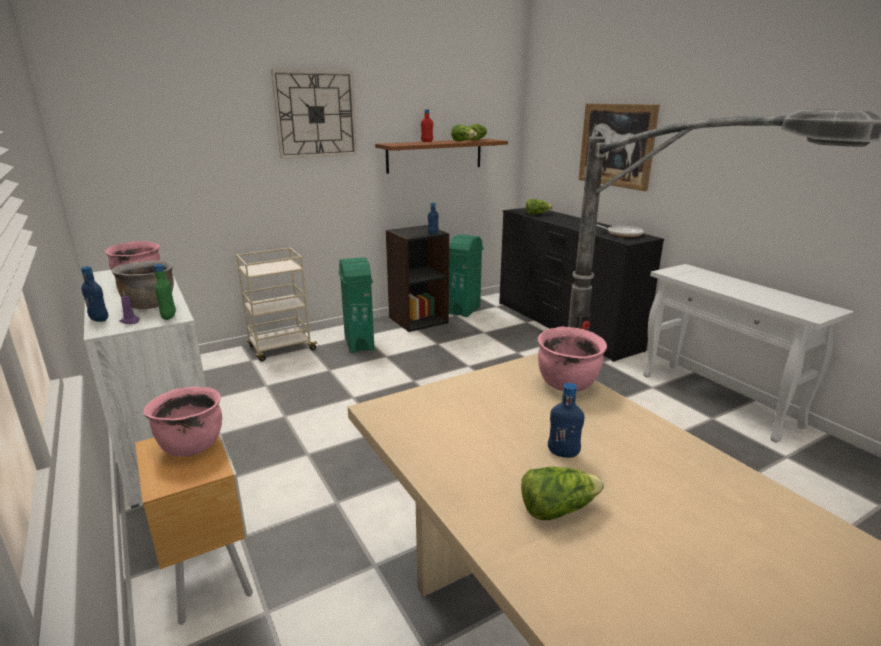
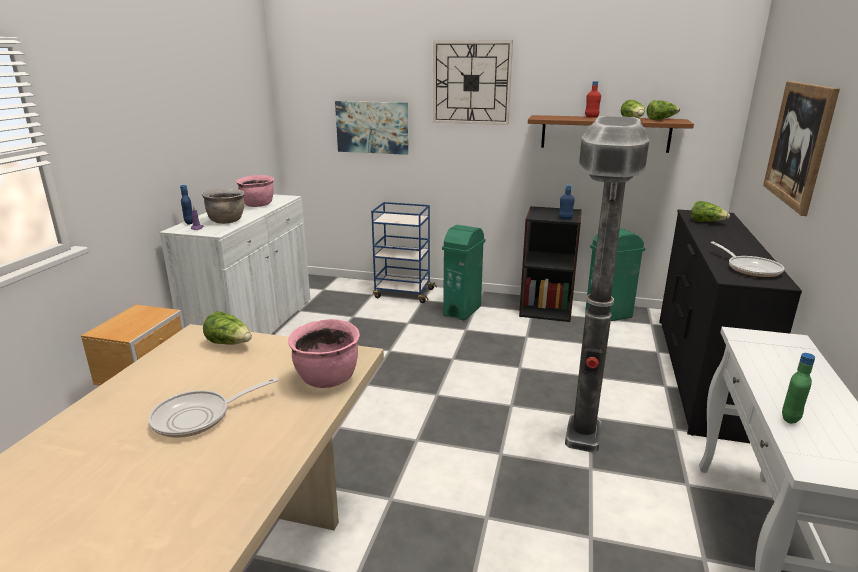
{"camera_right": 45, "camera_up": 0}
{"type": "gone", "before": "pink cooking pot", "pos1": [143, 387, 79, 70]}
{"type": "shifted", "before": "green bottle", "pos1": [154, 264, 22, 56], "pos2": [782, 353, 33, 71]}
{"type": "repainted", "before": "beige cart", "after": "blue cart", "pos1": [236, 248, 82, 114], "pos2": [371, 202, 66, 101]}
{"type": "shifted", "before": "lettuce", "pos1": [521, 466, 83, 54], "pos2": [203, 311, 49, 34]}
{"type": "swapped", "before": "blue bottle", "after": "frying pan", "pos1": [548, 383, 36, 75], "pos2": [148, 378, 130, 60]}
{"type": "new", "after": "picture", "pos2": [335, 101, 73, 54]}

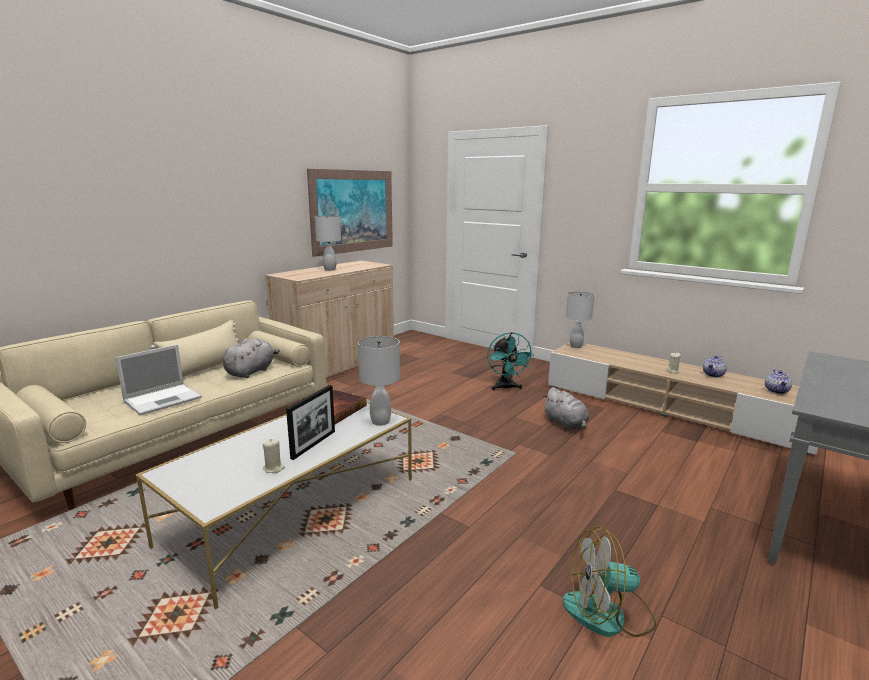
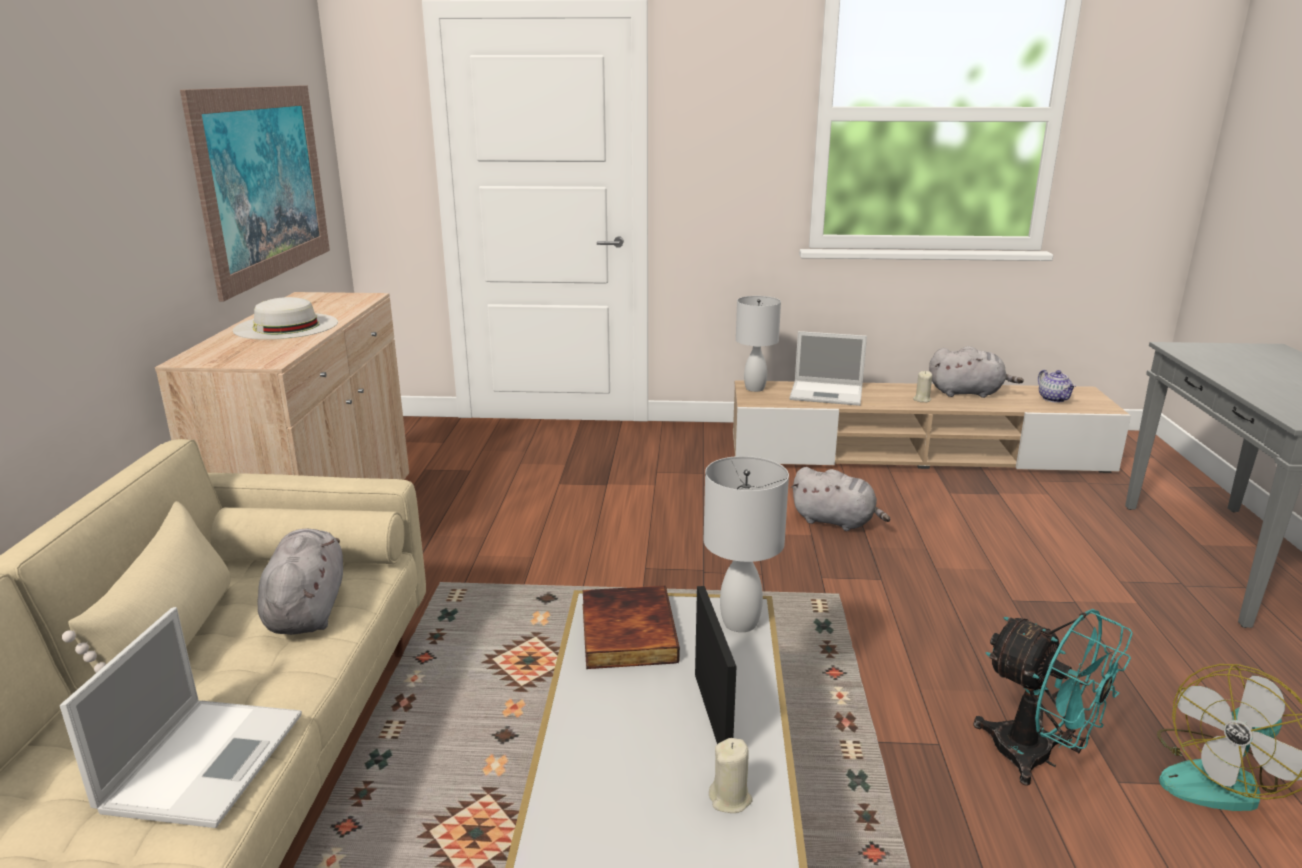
{"camera_right": -35, "camera_up": 5}
{"type": "swapped", "before": "white table lamp", "after": "white hat", "pos1": [315, 216, 26, 55], "pos2": [233, 297, 105, 43]}
{"type": "shifted", "before": "turquoise fan", "pos1": [487, 332, 47, 58], "pos2": [974, 609, 159, 177]}
{"type": "swapped", "before": "teapot", "after": "grey plush toy", "pos1": [703, 356, 24, 22], "pos2": [929, 346, 95, 52]}
{"type": "new", "after": "laptop", "pos2": [789, 331, 78, 75]}

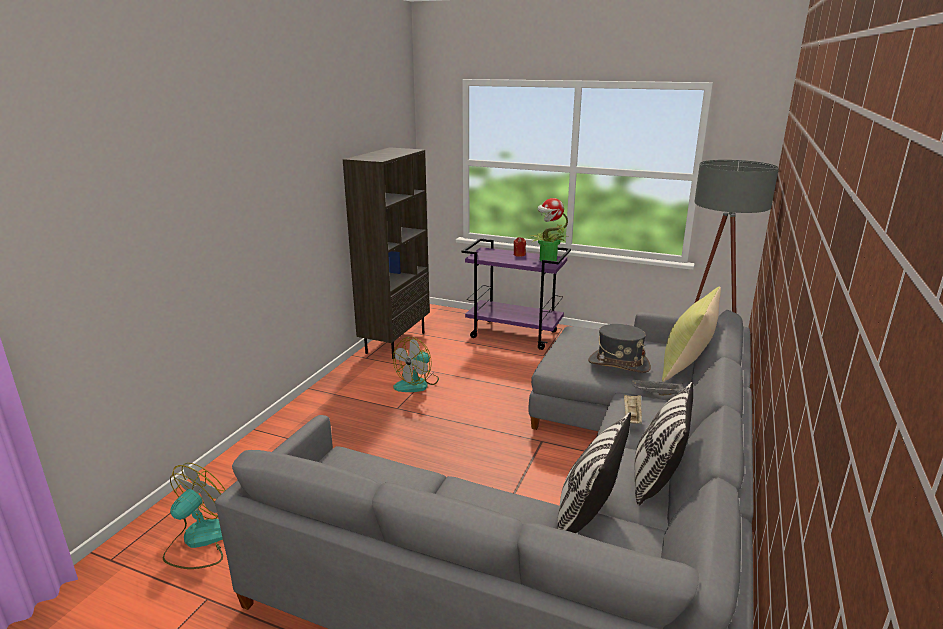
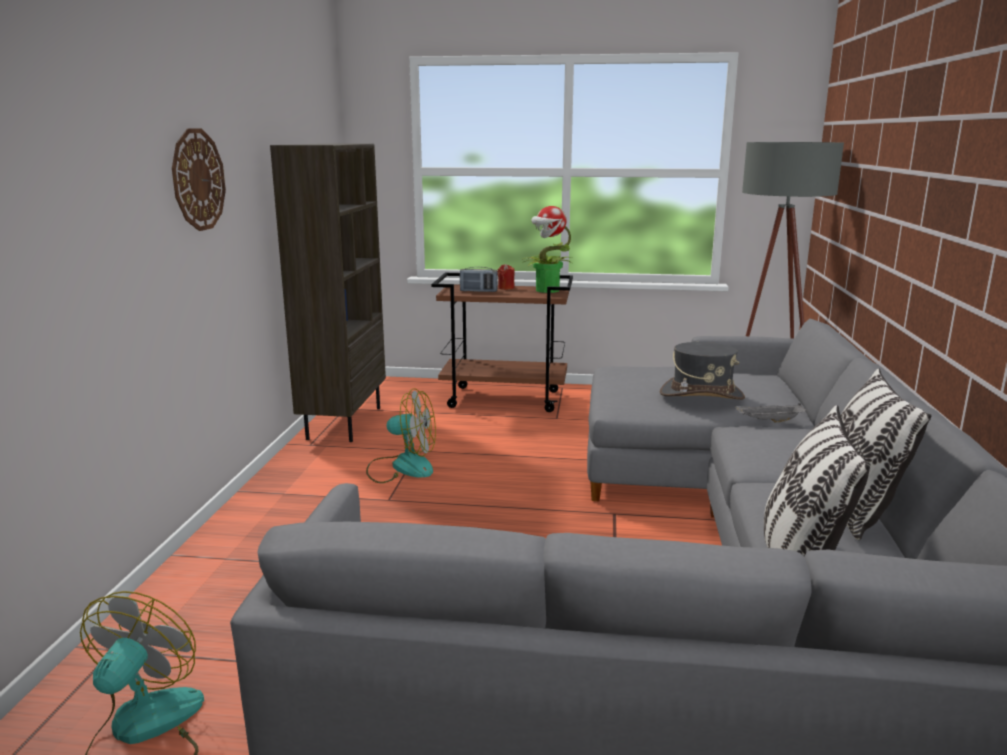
{"camera_right": -15, "camera_up": -5}
{"type": "rotated", "before": "fan", "pos1": [393, 337, 46, 55], "pos2": [366, 388, 70, 95], "turn": -105}
{"type": "repainted", "before": "purple cart", "after": "brown cart", "pos1": [462, 238, 109, 112], "pos2": [431, 273, 142, 139]}
{"type": "gone", "before": "beige tray", "pos1": [624, 395, 18, 29]}
{"type": "gone", "before": "yellow pillow", "pos1": [662, 287, 59, 95]}
{"type": "new", "after": "wall clock", "pos2": [172, 128, 54, 103]}
{"type": "new", "after": "radio", "pos2": [460, 267, 38, 25]}

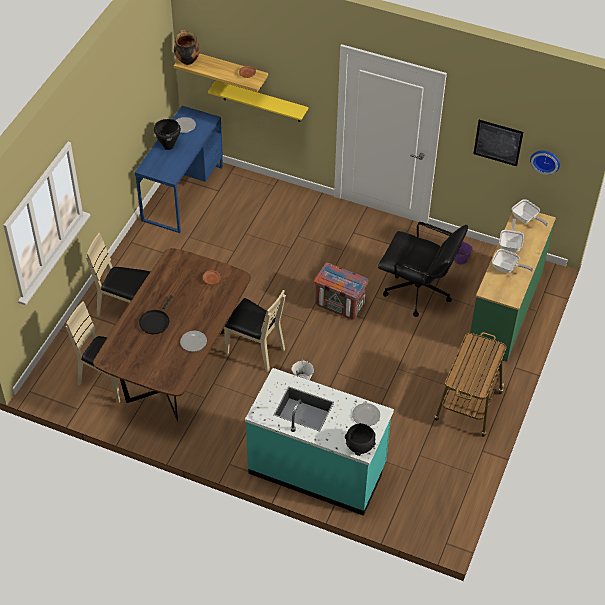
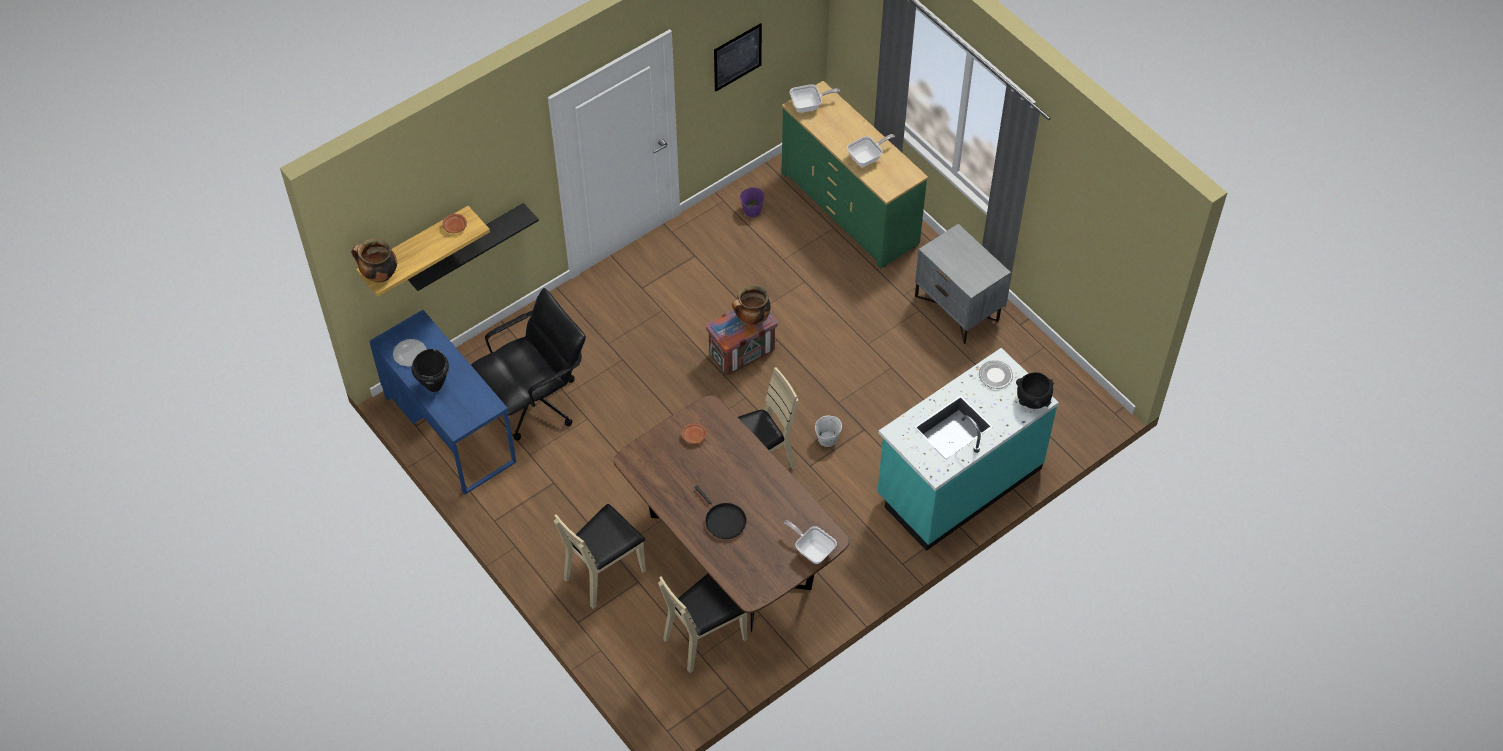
{"camera_right": -60, "camera_up": 5}
{"type": "gone", "before": "plate", "pos1": [180, 331, 27, 21]}
{"type": "repainted", "before": "yellow shelf", "after": "black shelf", "pos1": [208, 81, 100, 41], "pos2": [408, 203, 131, 88]}
{"type": "shifted", "before": "black office chair", "pos1": [378, 222, 90, 95], "pos2": [471, 288, 115, 153]}
{"type": "swapped", "before": "cart", "after": "grey nightstand", "pos1": [434, 332, 72, 105], "pos2": [915, 224, 96, 120]}
{"type": "shifted", "before": "frying pan", "pos1": [499, 219, 25, 33], "pos2": [784, 520, 53, 44]}
{"type": "gone", "before": "wall clock", "pos1": [530, 151, 30, 24]}
{"type": "new", "after": "cooking pot", "pos2": [732, 285, 39, 41]}

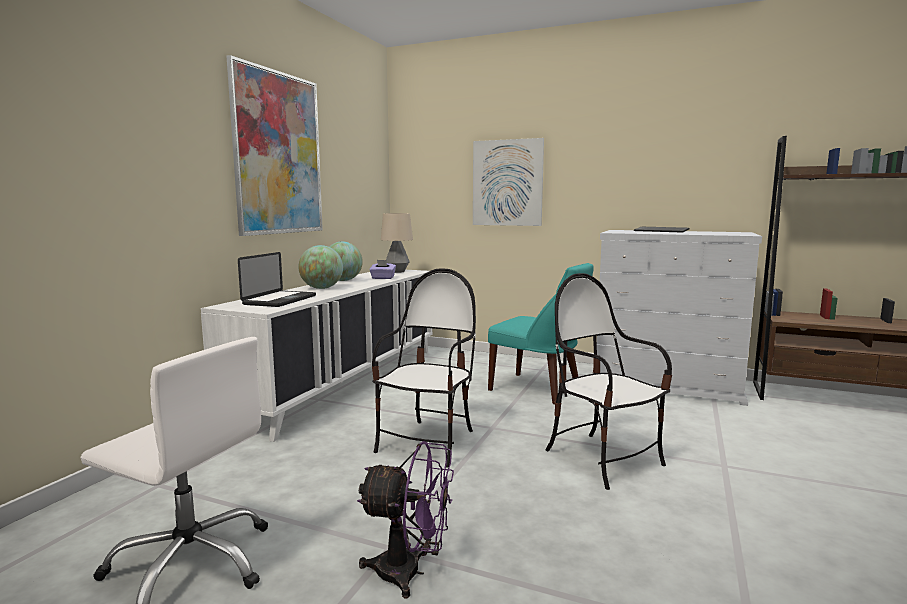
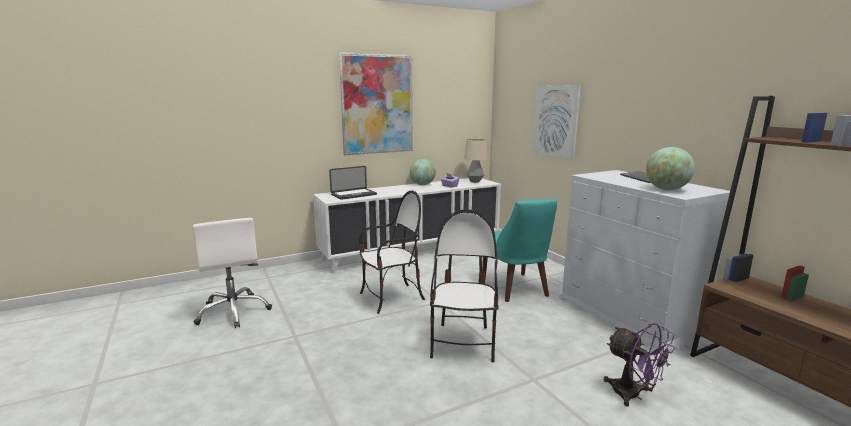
{"camera_right": 40, "camera_up": 5}
{"type": "shifted", "before": "globe", "pos1": [298, 245, 45, 44], "pos2": [646, 147, 49, 43]}
{"type": "shifted", "before": "purple fan", "pos1": [357, 441, 97, 158], "pos2": [604, 323, 71, 84]}

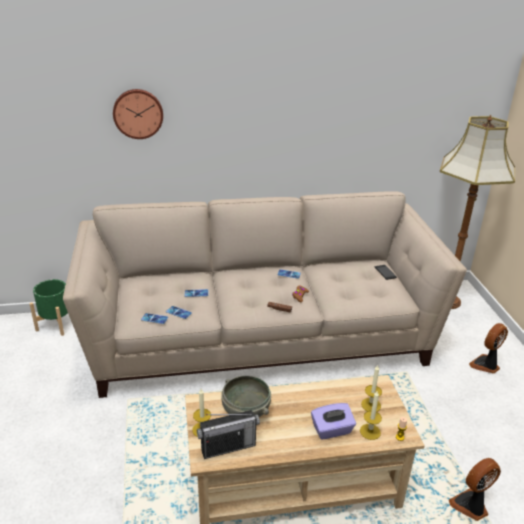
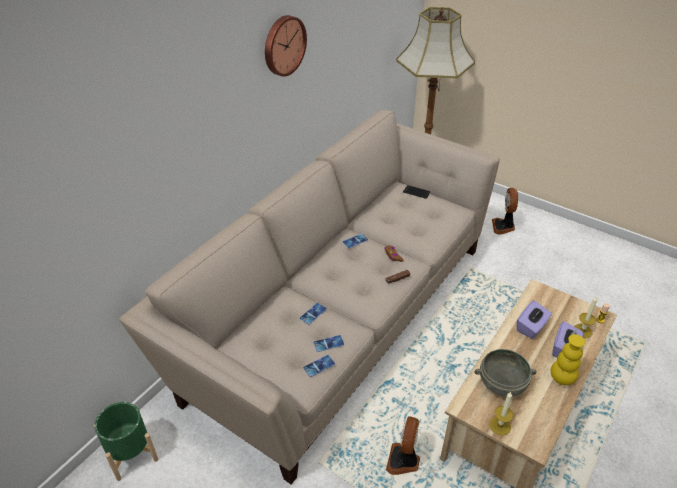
{"camera_right": -45, "camera_up": 10}
{"type": "shifted", "before": "wall clock", "pos1": [113, 89, 50, 50], "pos2": [265, 15, 42, 62]}
{"type": "gone", "before": "radio", "pos1": [197, 410, 63, 49]}
{"type": "gone", "before": "candle", "pos1": [361, 365, 21, 47]}
{"type": "shifted", "before": "fan", "pos1": [449, 458, 52, 63], "pos2": [386, 416, 34, 59]}
{"type": "new", "after": "purple tissue box", "pos2": [516, 300, 36, 39]}
{"type": "new", "after": "yellow vase", "pos2": [551, 334, 34, 51]}

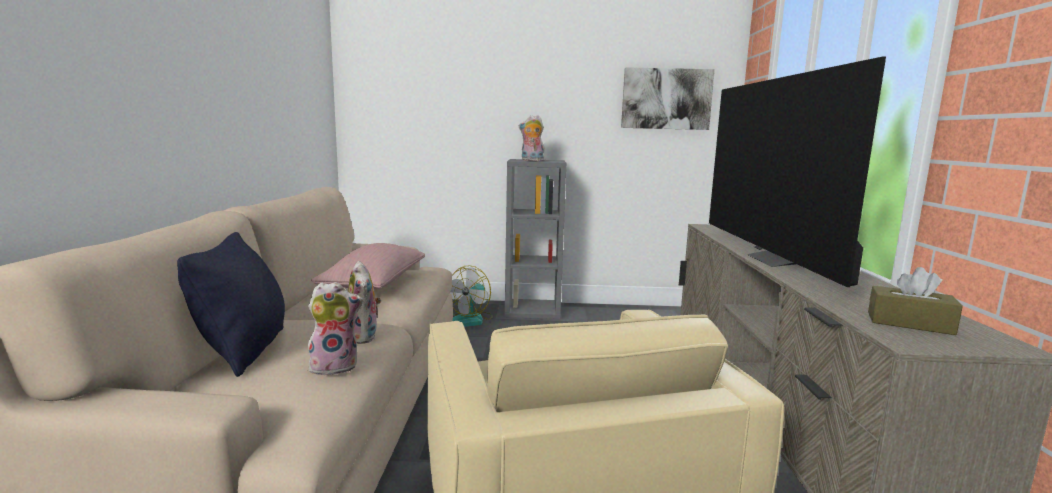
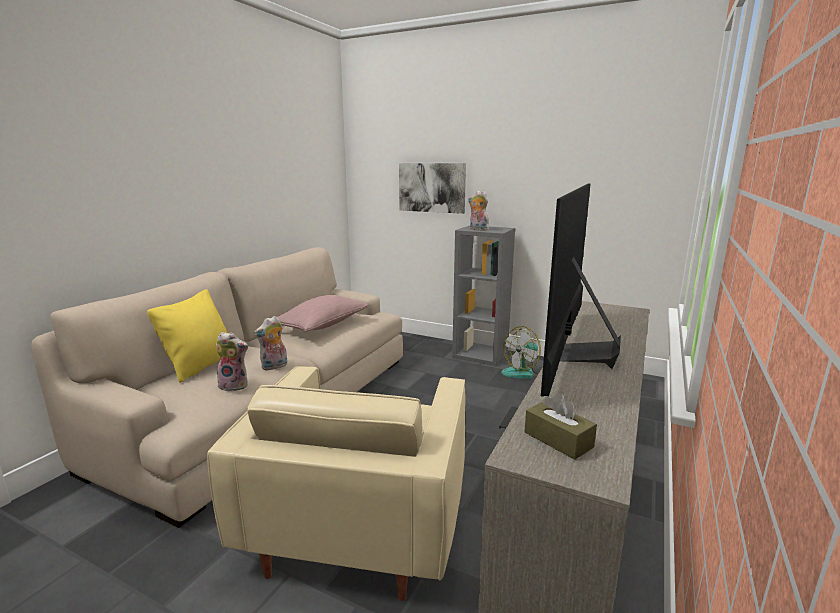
{"camera_right": 25, "camera_up": 5}
{"type": "repainted", "before": "black pillow", "after": "yellow pillow", "pos1": [177, 232, 108, 145], "pos2": [147, 289, 80, 94]}
{"type": "rotated", "before": "plush toy", "pos1": [349, 261, 32, 83], "pos2": [254, 316, 33, 55], "turn": 45}
{"type": "shifted", "before": "fan", "pos1": [450, 265, 43, 62], "pos2": [501, 326, 40, 53]}
{"type": "shifted", "before": "picture", "pos1": [621, 67, 94, 63], "pos2": [399, 163, 67, 51]}

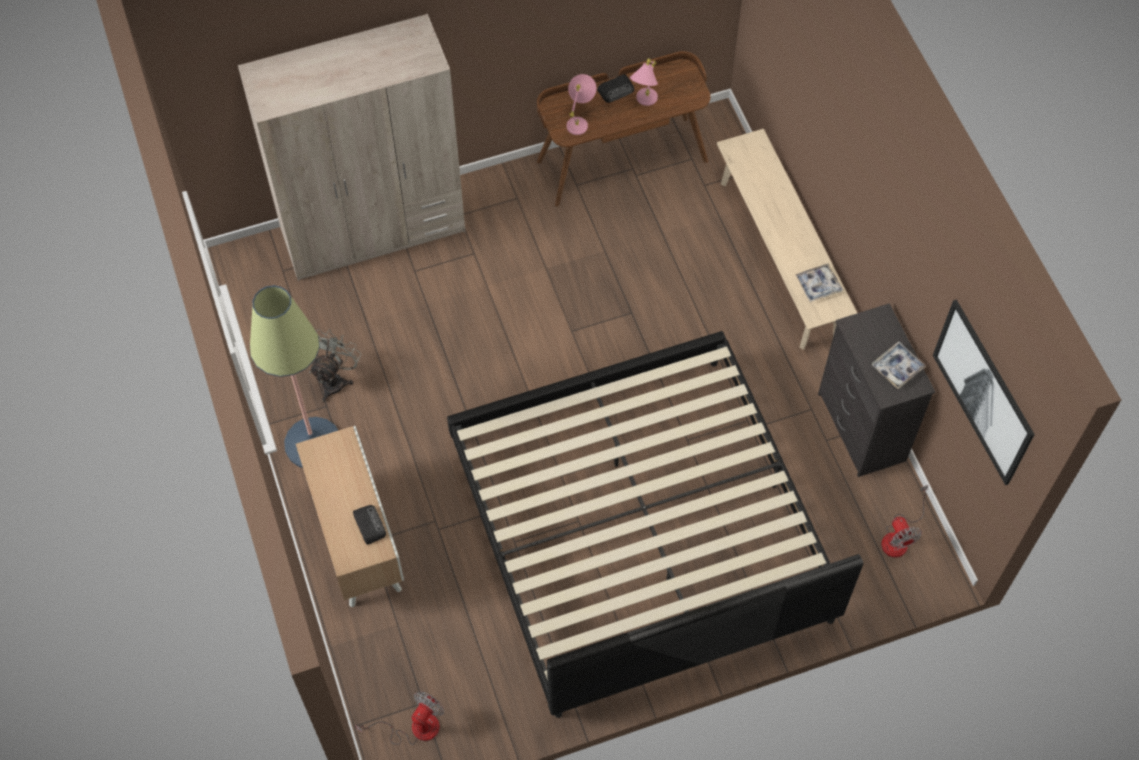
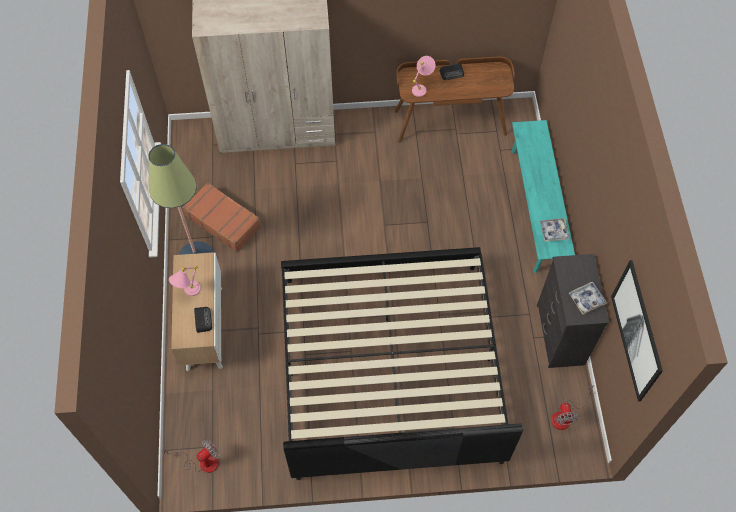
{"camera_right": 15, "camera_up": 0}
{"type": "swapped", "before": "grey fan", "after": "brown suitcase", "pos1": [309, 329, 52, 73], "pos2": [183, 182, 78, 70]}
{"type": "shifted", "before": "pink table lamp", "pos1": [630, 58, 28, 48], "pos2": [169, 266, 32, 30]}
{"type": "repainted", "before": "beige bench", "after": "turquoise bench", "pos1": [717, 129, 140, 221], "pos2": [511, 120, 64, 153]}

